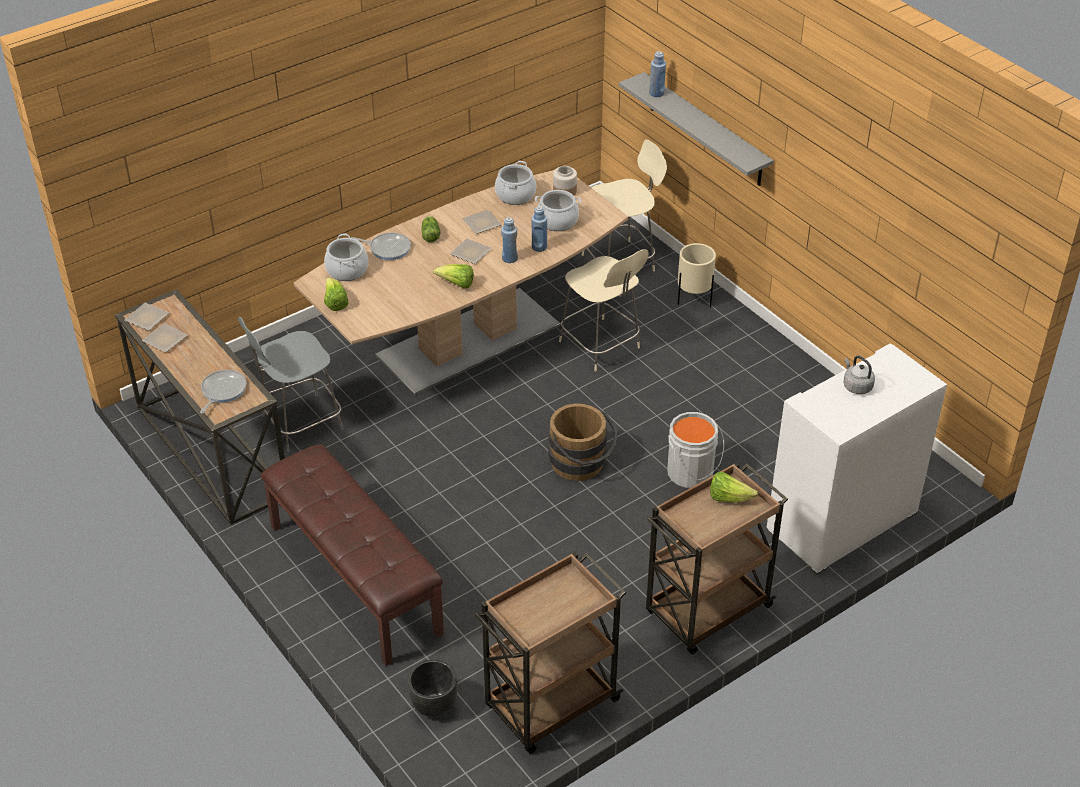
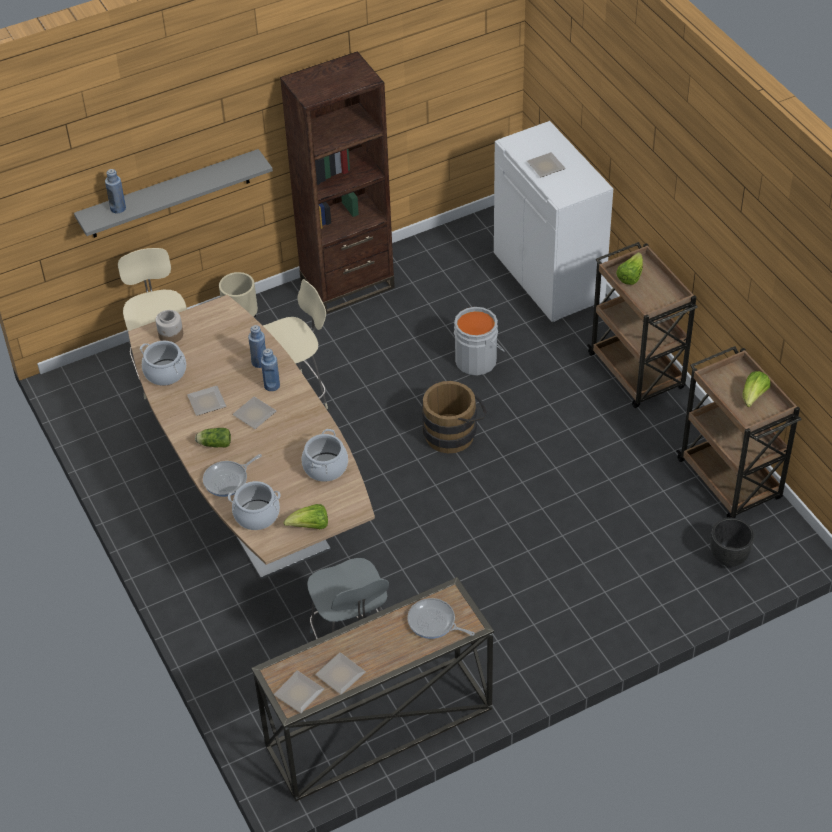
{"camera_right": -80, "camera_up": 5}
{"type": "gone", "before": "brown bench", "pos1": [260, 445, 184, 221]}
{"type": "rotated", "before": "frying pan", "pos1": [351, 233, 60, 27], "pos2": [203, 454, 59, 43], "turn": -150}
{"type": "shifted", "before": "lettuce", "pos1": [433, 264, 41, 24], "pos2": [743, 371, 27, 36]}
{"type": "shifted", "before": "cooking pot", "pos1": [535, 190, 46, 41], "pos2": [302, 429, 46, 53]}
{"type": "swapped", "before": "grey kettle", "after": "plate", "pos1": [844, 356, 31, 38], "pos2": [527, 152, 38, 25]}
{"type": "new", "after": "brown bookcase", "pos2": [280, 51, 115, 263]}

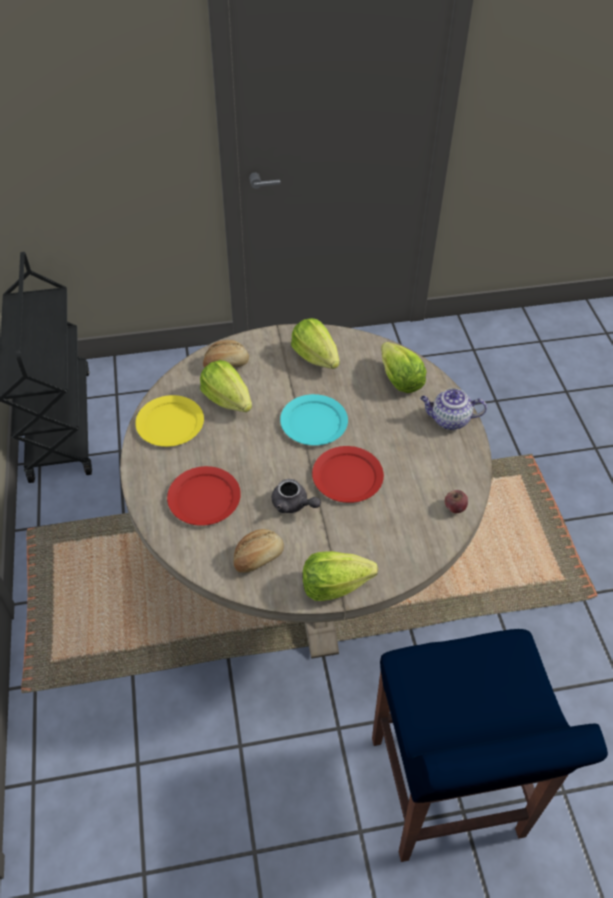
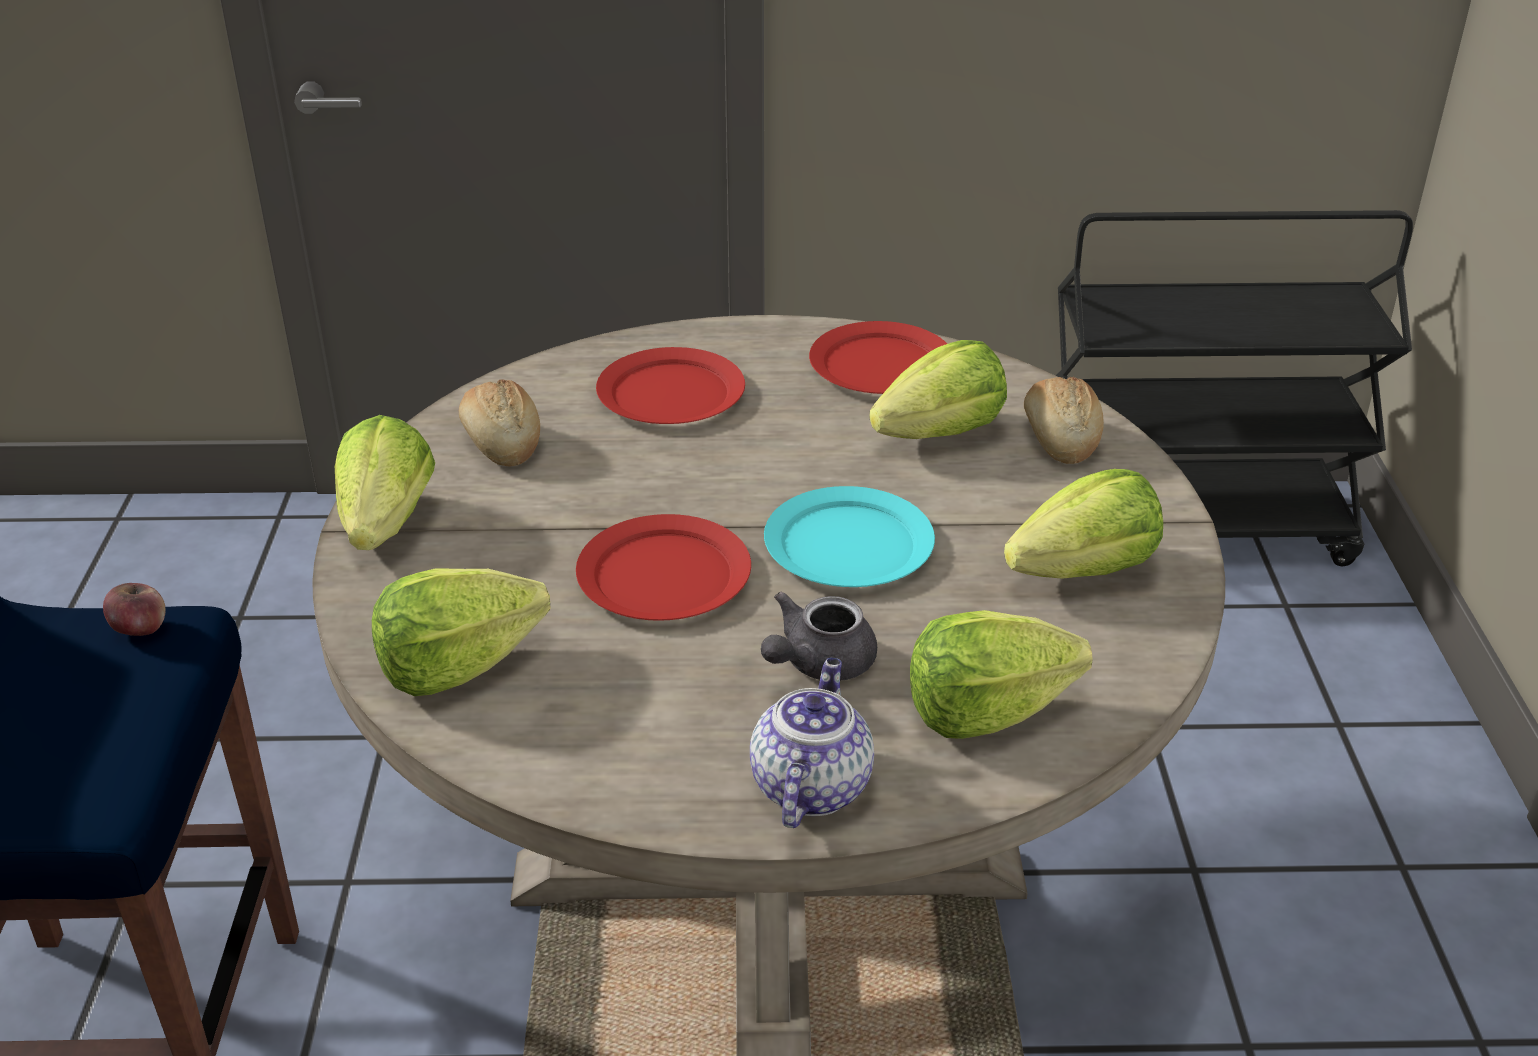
{"camera_right": 100, "camera_up": -15}
{"type": "repainted", "before": "yellow plate", "after": "red plate", "pos1": [135, 395, 69, 52], "pos2": [809, 321, 138, 73]}
{"type": "shifted", "before": "grey teapot", "pos1": [272, 479, 49, 34], "pos2": [761, 592, 116, 89]}
{"type": "shifted", "before": "apple", "pos1": [445, 490, 23, 23], "pos2": [103, 583, 62, 53]}
{"type": "new", "after": "lettuce", "pos2": [372, 568, 179, 128]}

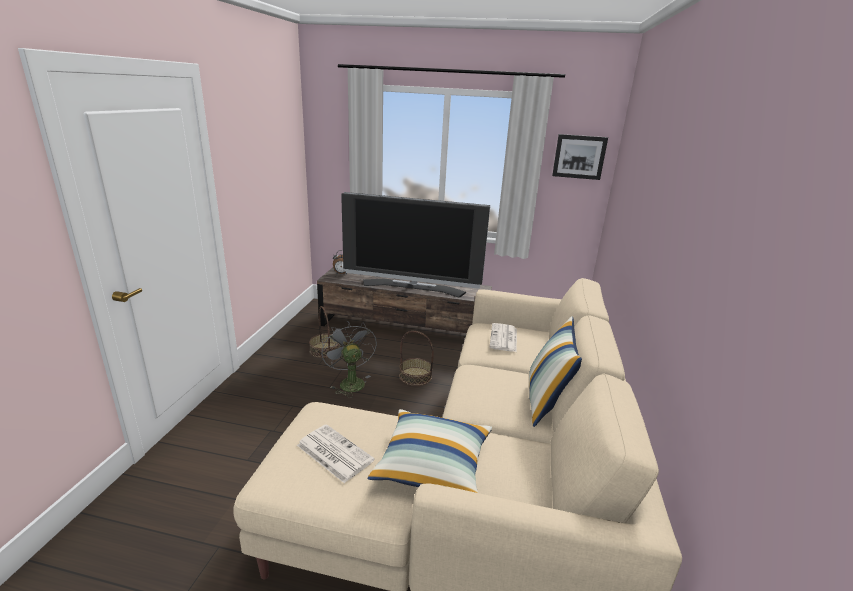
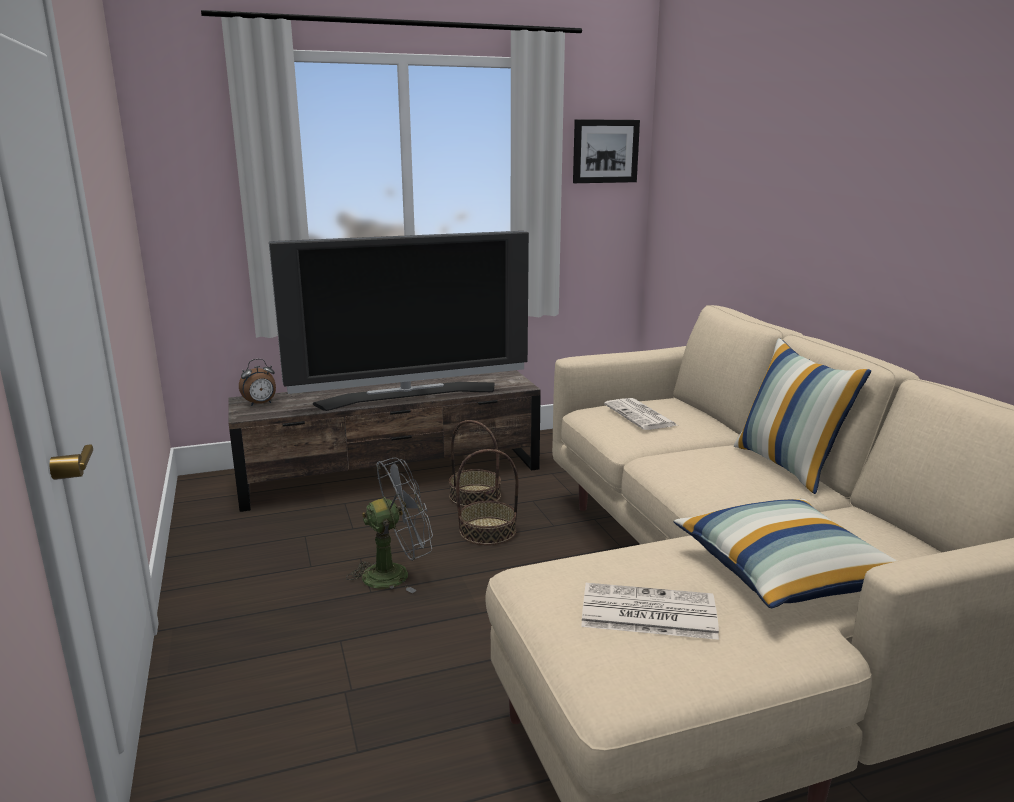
{"camera_right": -30, "camera_up": -5}
{"type": "shifted", "before": "basket", "pos1": [309, 306, 31, 52], "pos2": [449, 420, 52, 87]}
{"type": "rotated", "before": "grey fan", "pos1": [321, 321, 56, 77], "pos2": [346, 458, 87, 135], "turn": 120}

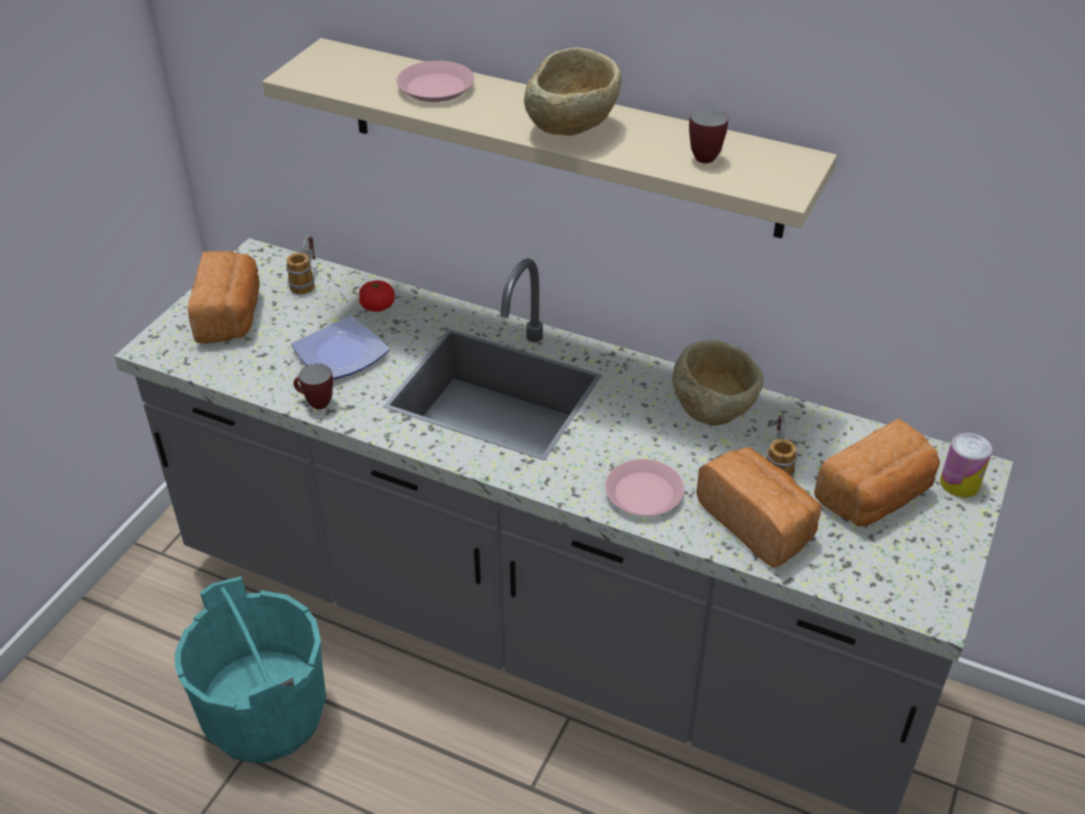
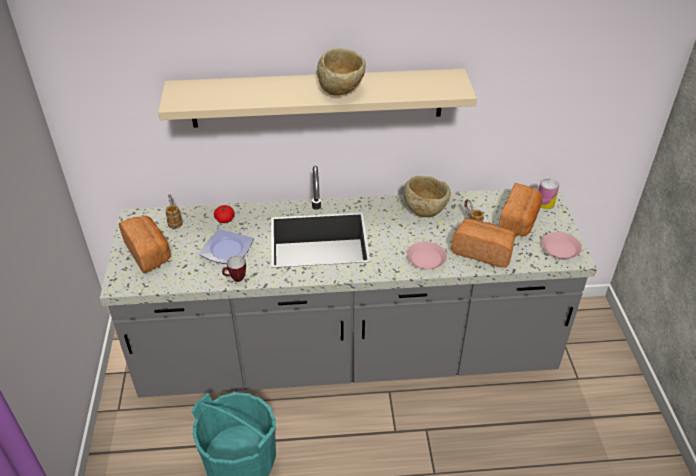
{"camera_right": -30, "camera_up": 0}
{"type": "shifted", "before": "pink plate", "pos1": [397, 61, 77, 41], "pos2": [542, 232, 40, 27]}
{"type": "gone", "before": "mug", "pos1": [689, 108, 39, 55]}

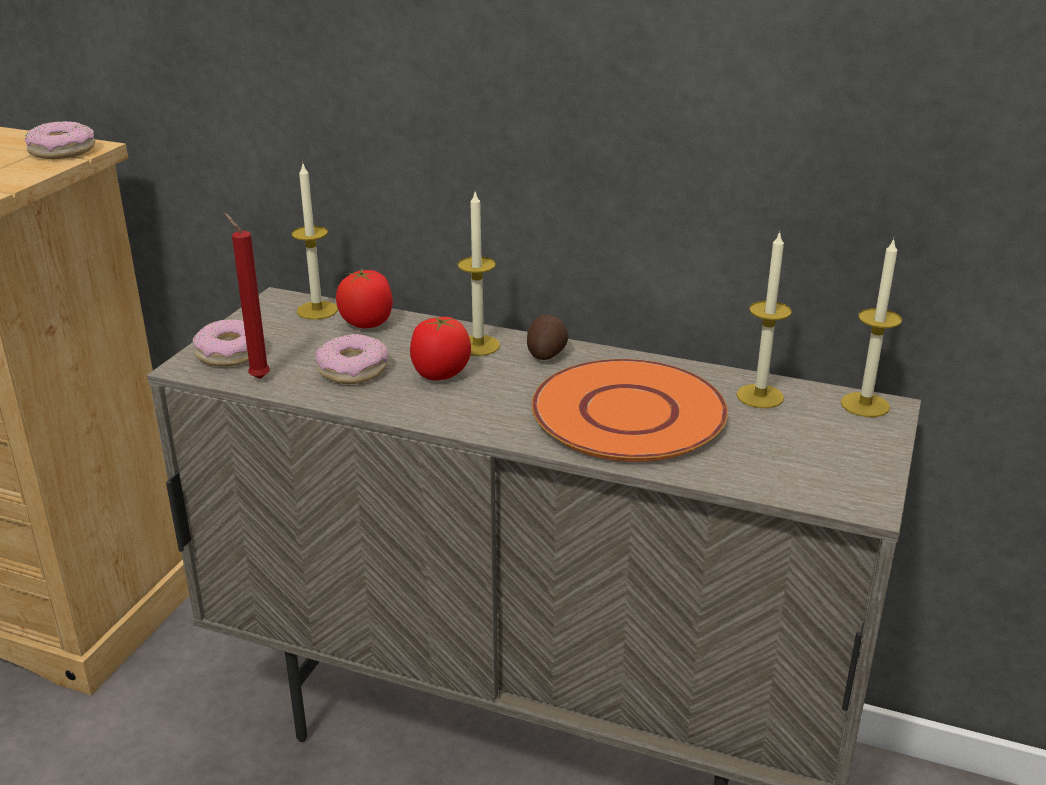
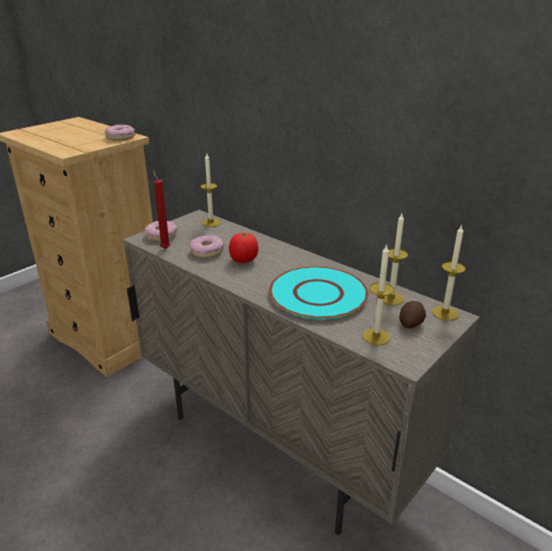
{"camera_right": 20, "camera_up": 0}
{"type": "gone", "before": "tomato", "pos1": [336, 268, 57, 60]}
{"type": "shifted", "before": "candle", "pos1": [458, 192, 42, 164], "pos2": [362, 244, 32, 101]}
{"type": "shifted", "before": "potato", "pos1": [527, 315, 42, 45], "pos2": [399, 301, 27, 28]}
{"type": "repainted", "before": "orange plate", "after": "turquoise plate", "pos1": [532, 359, 196, 103], "pos2": [269, 266, 100, 54]}

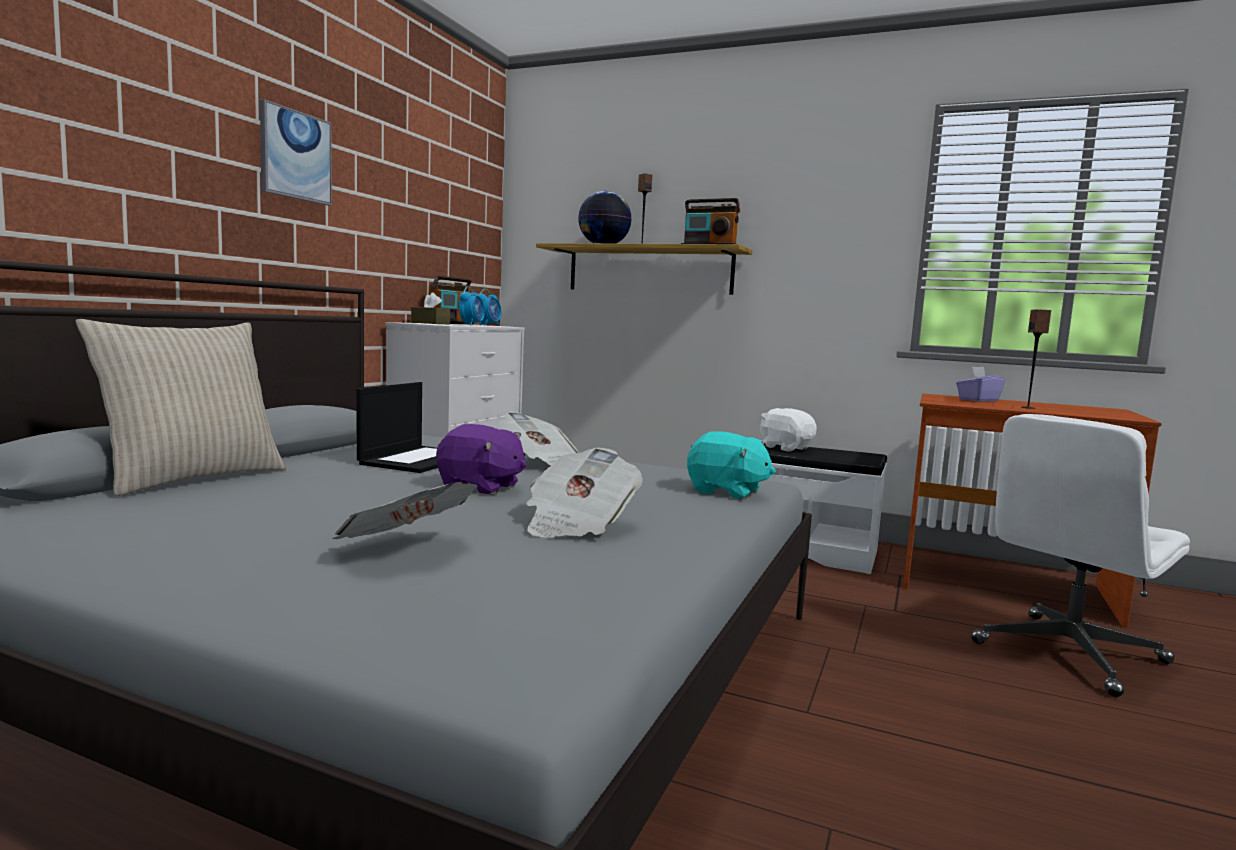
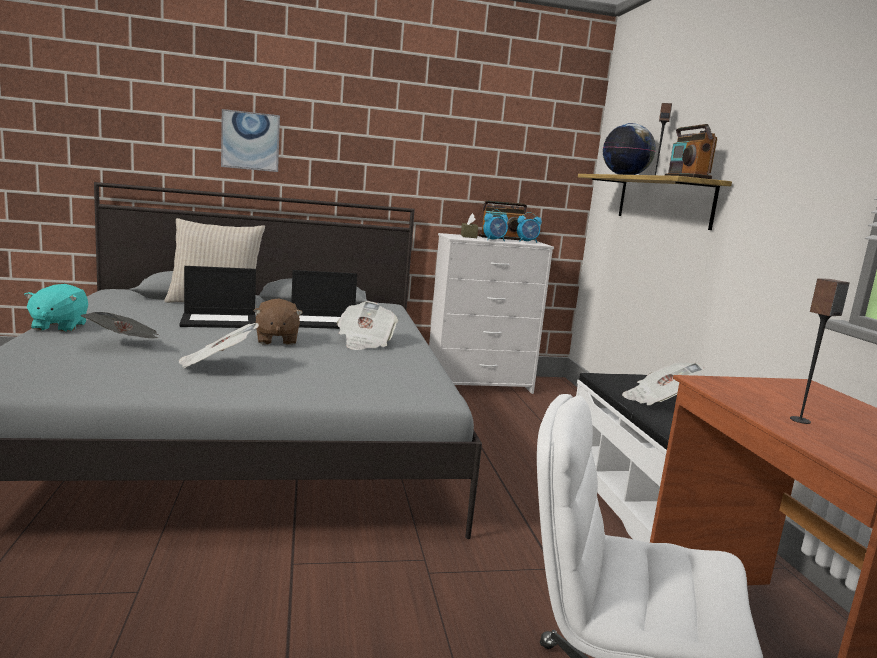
{"camera_right": 55, "camera_up": 5}
{"type": "shifted", "before": "picture", "pos1": [260, 99, 72, 106], "pos2": [221, 109, 59, 63]}
{"type": "repainted", "before": "purple plush toy", "after": "brown plush toy", "pos1": [436, 424, 91, 71], "pos2": [253, 298, 50, 47]}
{"type": "shifted", "before": "turquoise plush toy", "pos1": [687, 431, 89, 69], "pos2": [24, 284, 64, 48]}
{"type": "swapped", "before": "white plush toy", "after": "newspaper", "pos1": [760, 408, 57, 44], "pos2": [622, 362, 82, 43]}
{"type": "gone", "before": "purple tissue box", "pos1": [956, 367, 49, 35]}
{"type": "new", "after": "laptop", "pos2": [179, 266, 77, 62]}

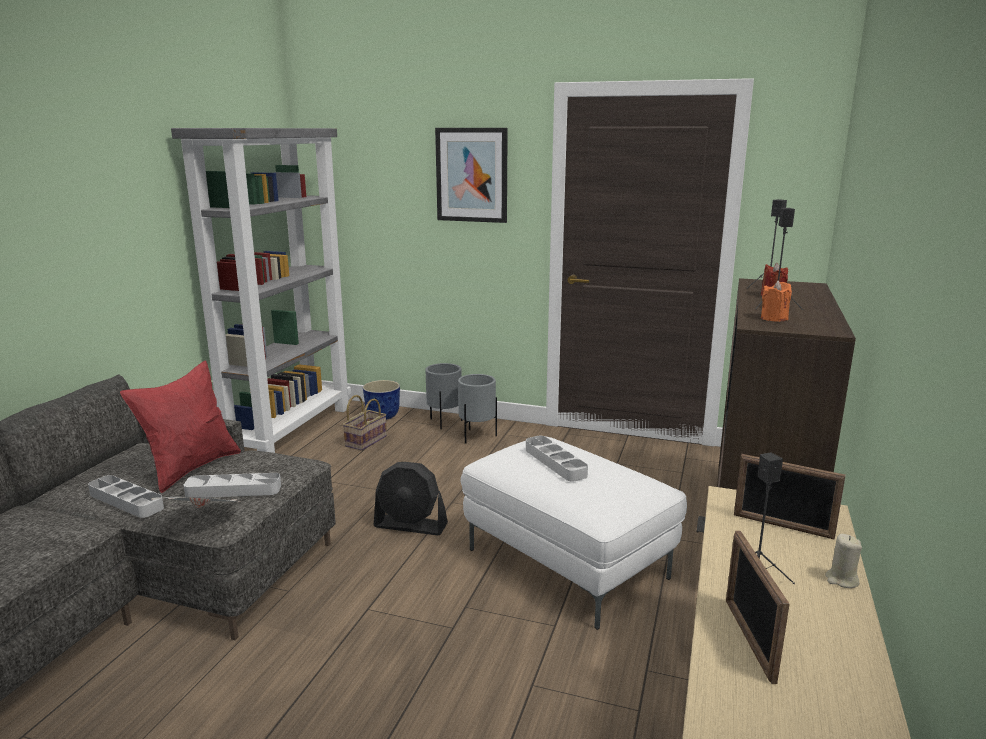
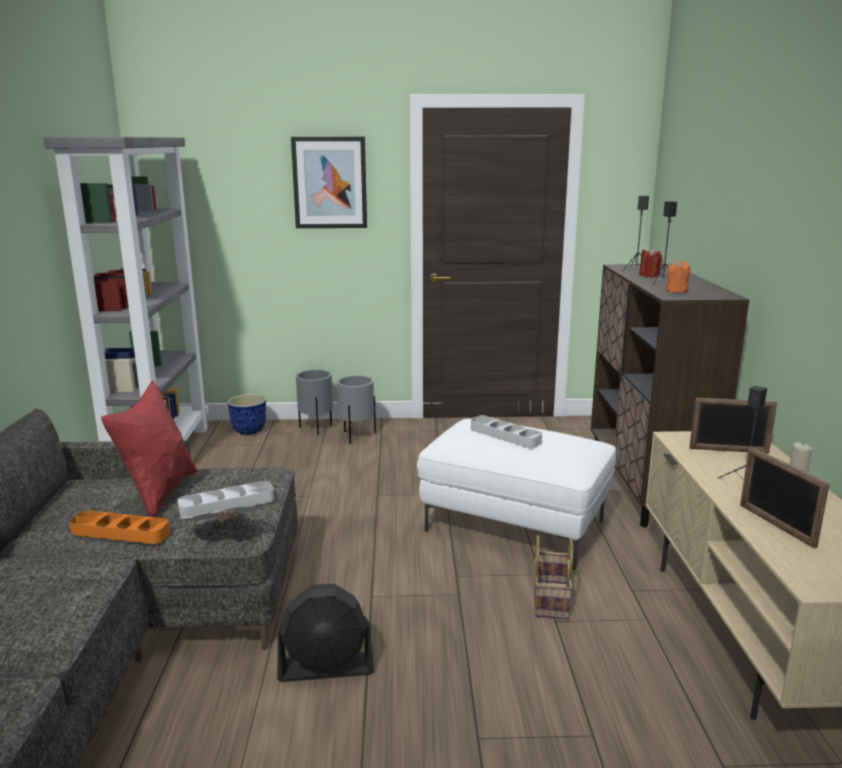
{"camera_right": -20, "camera_up": 0}
{"type": "repainted", "before": "grey tray", "after": "orange tray", "pos1": [88, 475, 76, 43], "pos2": [69, 511, 101, 33]}
{"type": "shifted", "before": "basket", "pos1": [342, 395, 45, 56], "pos2": [535, 535, 38, 84]}
{"type": "shifted", "before": "black fan", "pos1": [374, 462, 74, 73], "pos2": [277, 584, 97, 98]}

